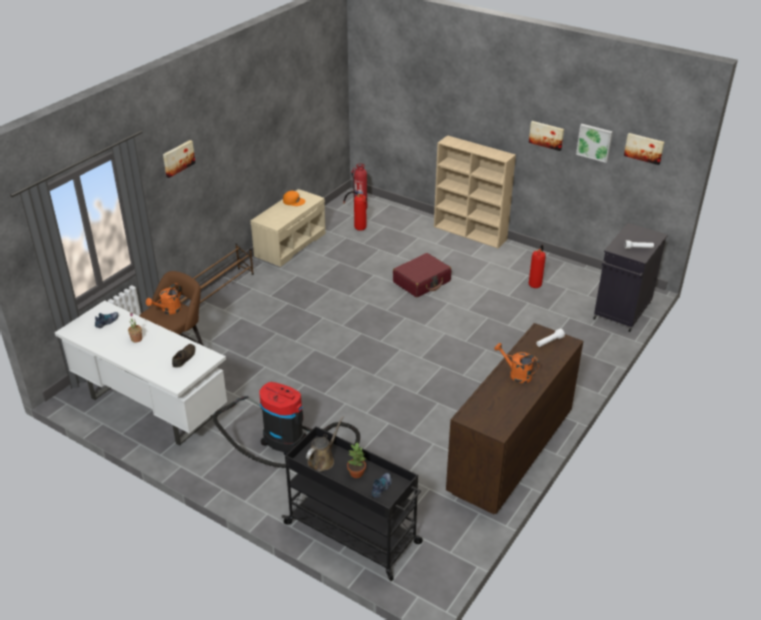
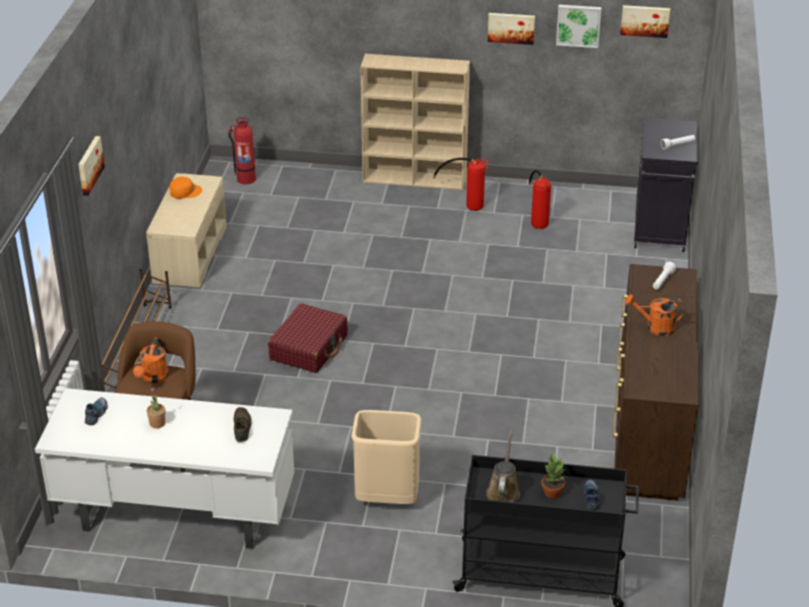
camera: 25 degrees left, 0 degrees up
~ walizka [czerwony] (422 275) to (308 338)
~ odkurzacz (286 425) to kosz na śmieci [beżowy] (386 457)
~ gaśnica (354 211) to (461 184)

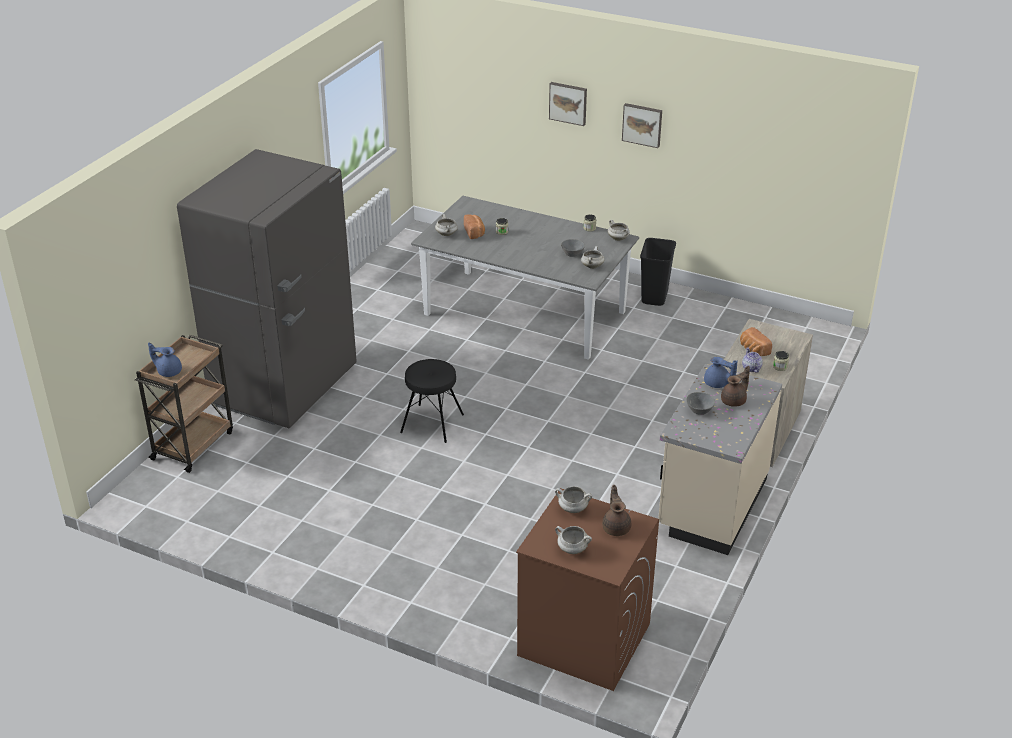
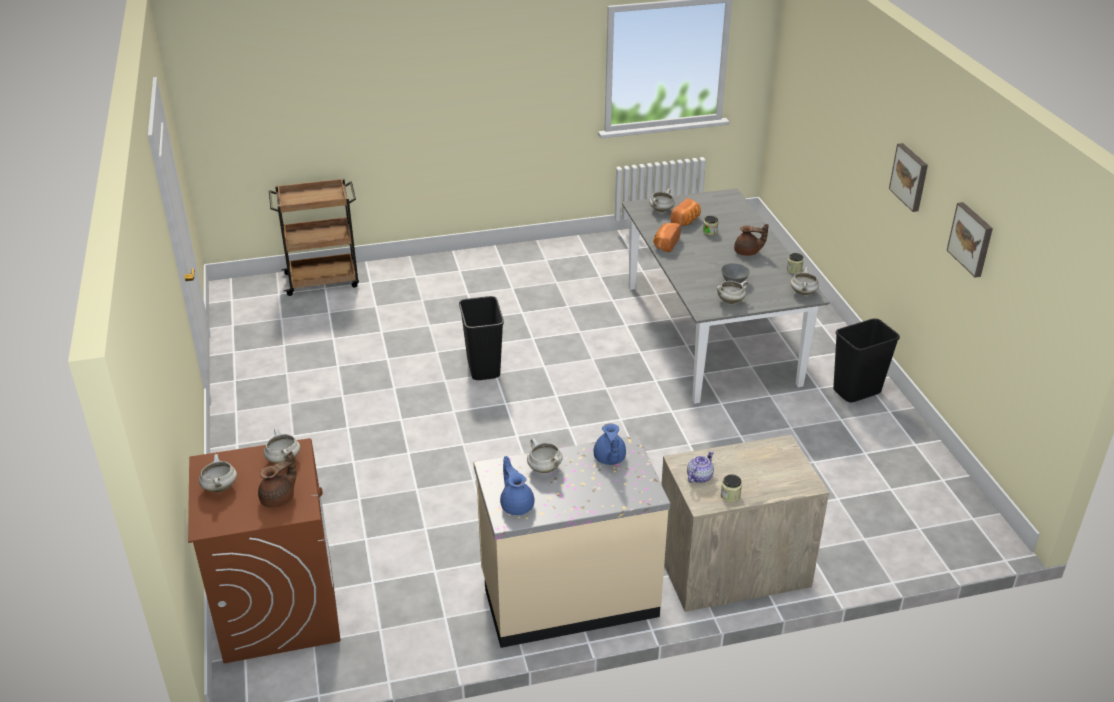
camera: 50 degrees right, 0 degrees up
~ stołek [czarny] (432 401) to kosz na śmieci [czarny] (481 338)
~ imbryk [niebieski] (165 360) to (517 485)
~ miska [szary] (700 403) to garnek [biały] (545 455)
~ chleb (756 341) to (667 237)
~ imbryk [brązowy] (735 386) to (751 240)
~ obraz (568 104) to (970 239)
- lodówka [szary] (267 288)

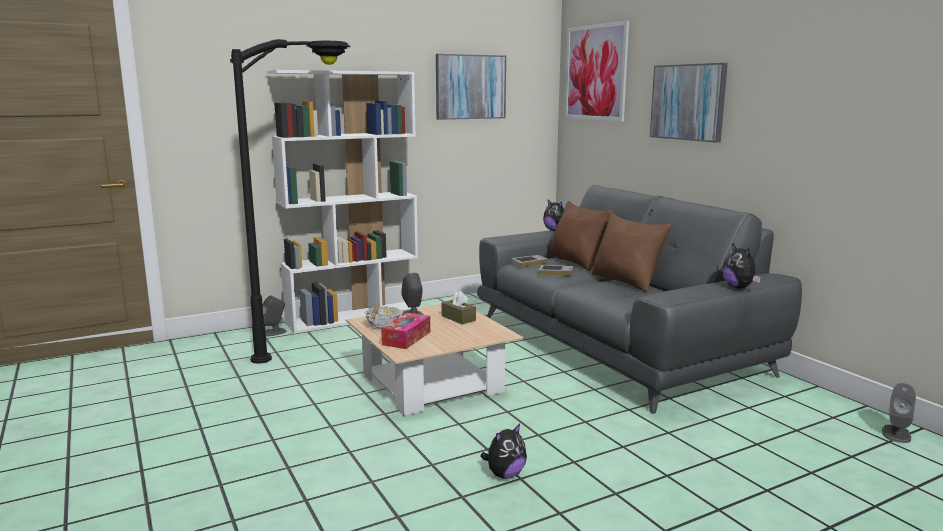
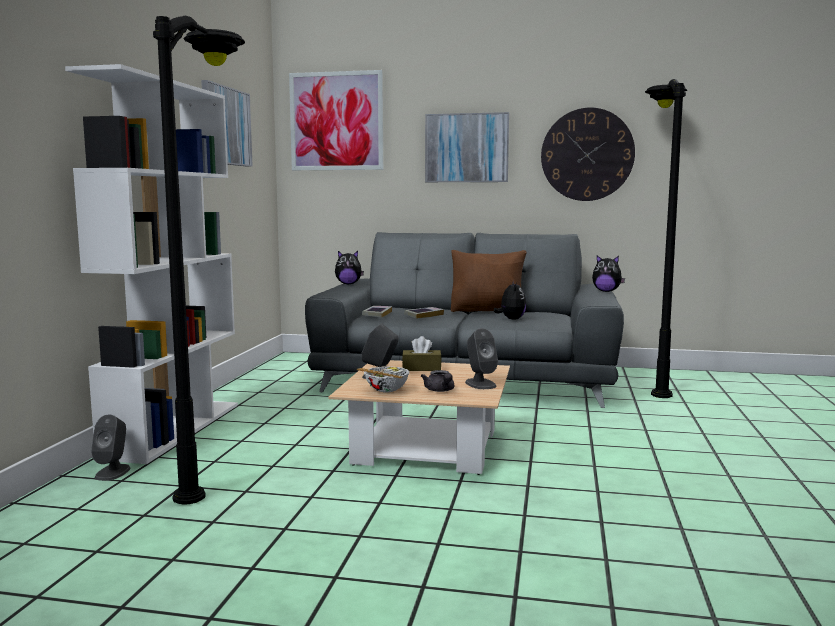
camera: 50 degrees left, 5 degrees down
~ pudełko chusteczek (405 331) to imbryk [szary] (437 381)
~ głośnik [szary] (899 413) to (481 358)
~ pluszak (503 451) to (510 300)
+ zegar ścienny (588 154)
+ lampa stojąca [czarny] (666 238)
- poduszka [brązowy] (581 236)

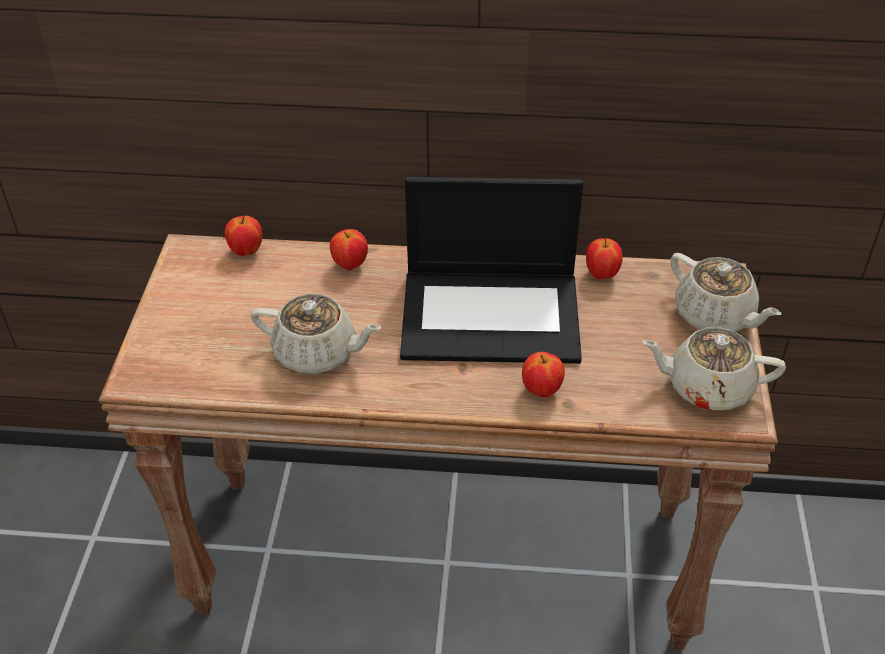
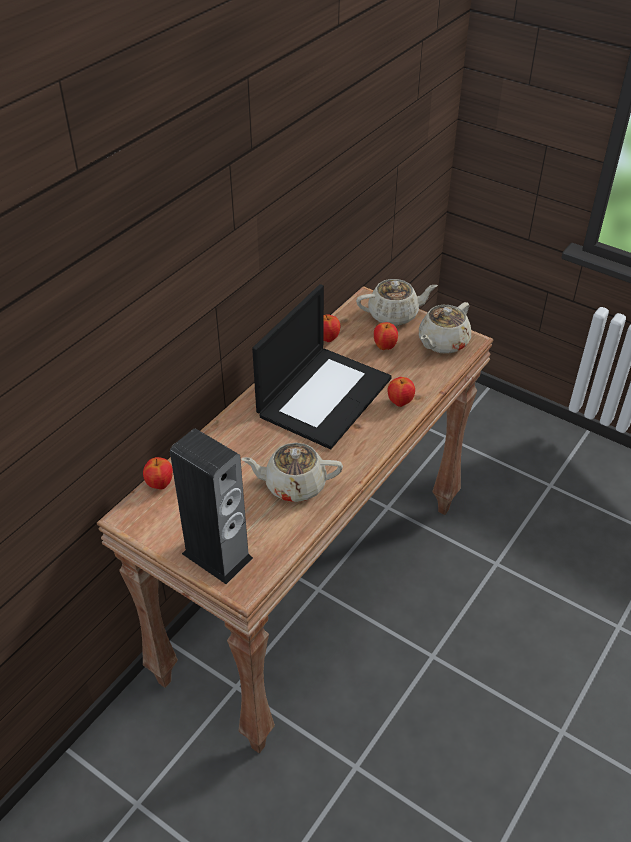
camera: 60 degrees left, 0 degrees up
+ głośnik (211 506)
~ imbryk [beżowy] (316 334) = (292 472) 135 degrees counterclockwise
~ jabłko (349 249) to (386 336)

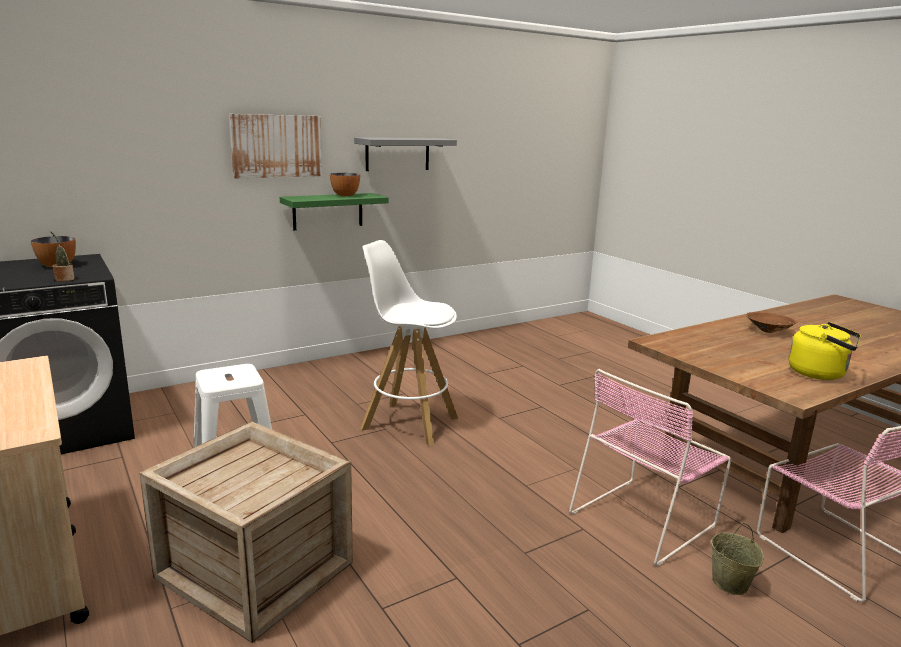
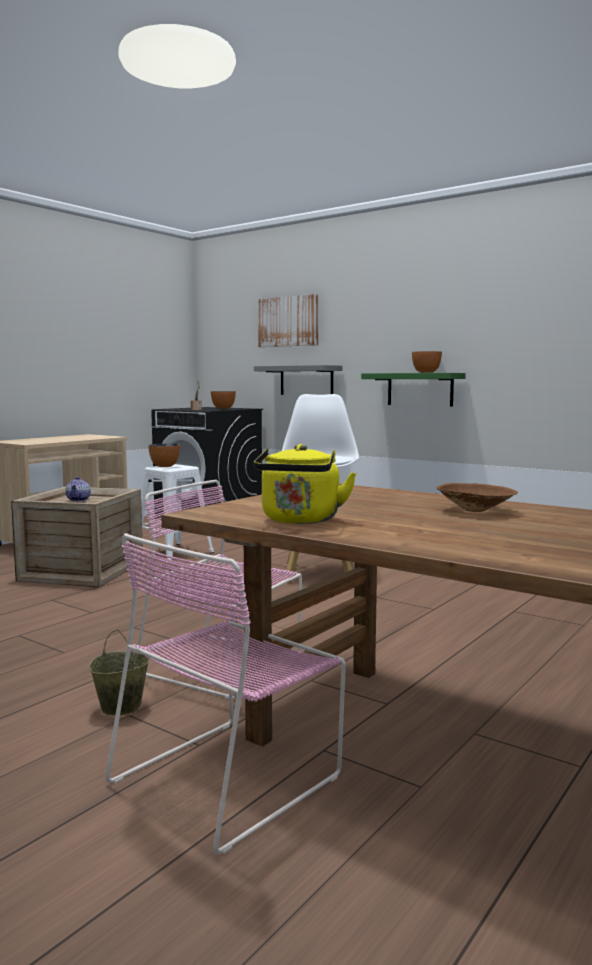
camera: 70 degrees right, 10 degrees down
+ imbryk (78 489)
+ miska (164 455)
~ półka [szary] (405 154) to (298 380)
~ obraz (275 146) to (288 320)

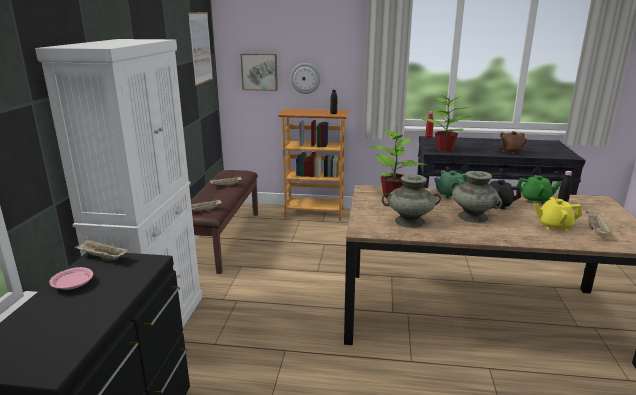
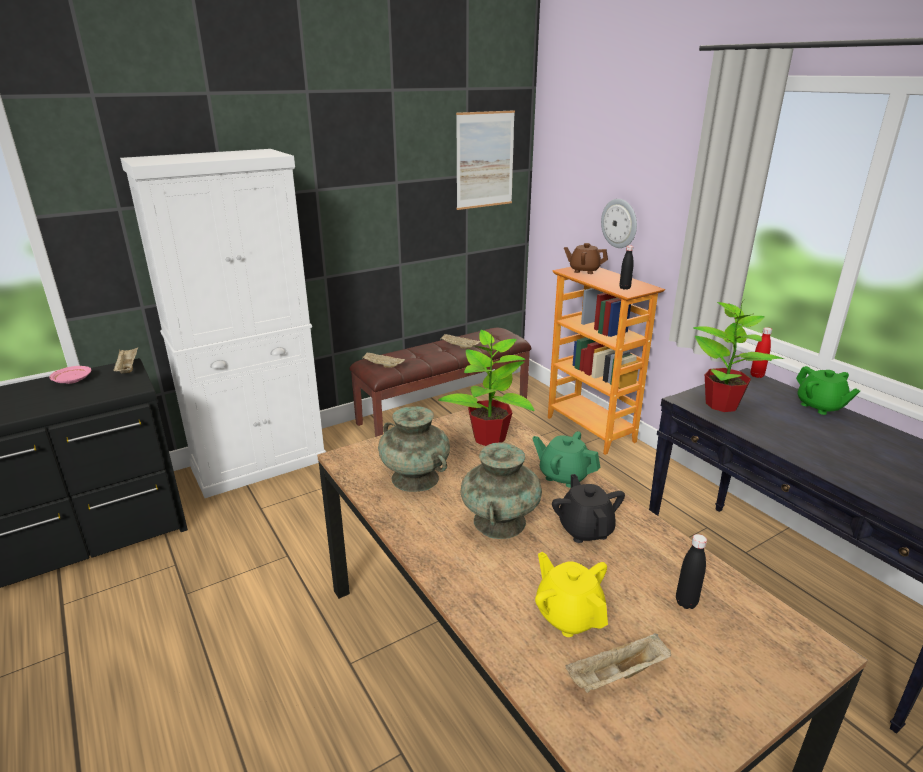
camera: 50 degrees right, 5 degrees up
~ imbryk [brązowy] (513 142) to (586 258)
~ imbryk [zielony] (538 189) to (828 390)
- obraz (259 72)

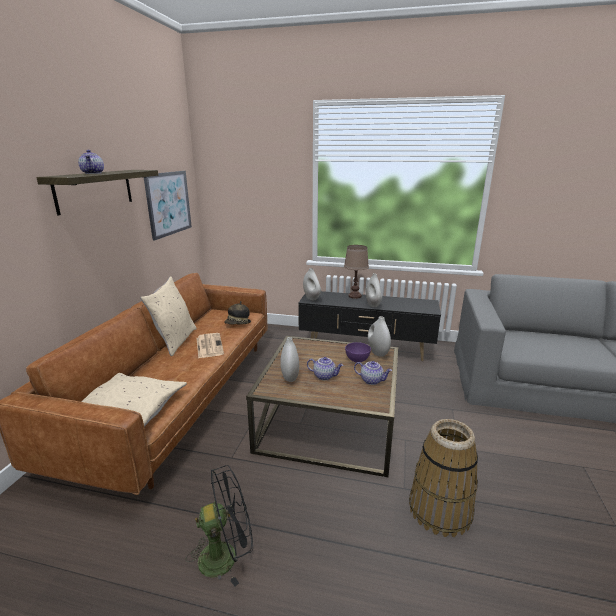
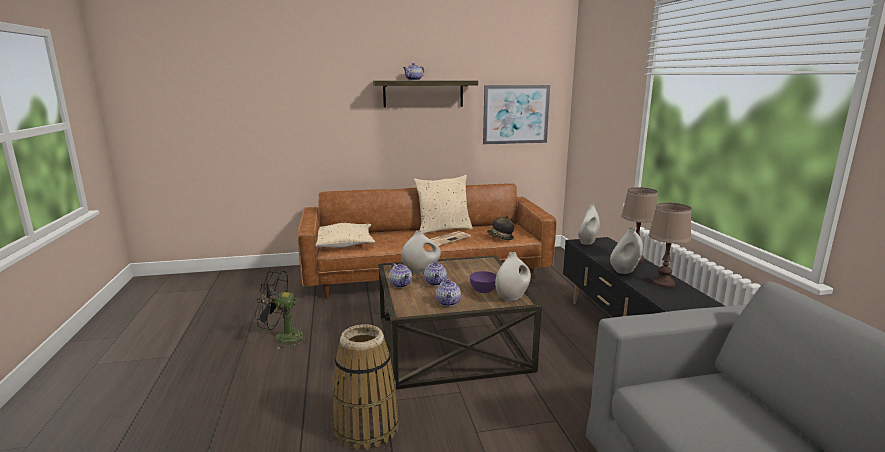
camera: 65 degrees right, 5 degrees down
~ wentylator [czarny] (219 525) = (281 309) 135 degrees clockwise
+ imbryk (400 275)
+ lampa stołowa [brązowy] (669 245)

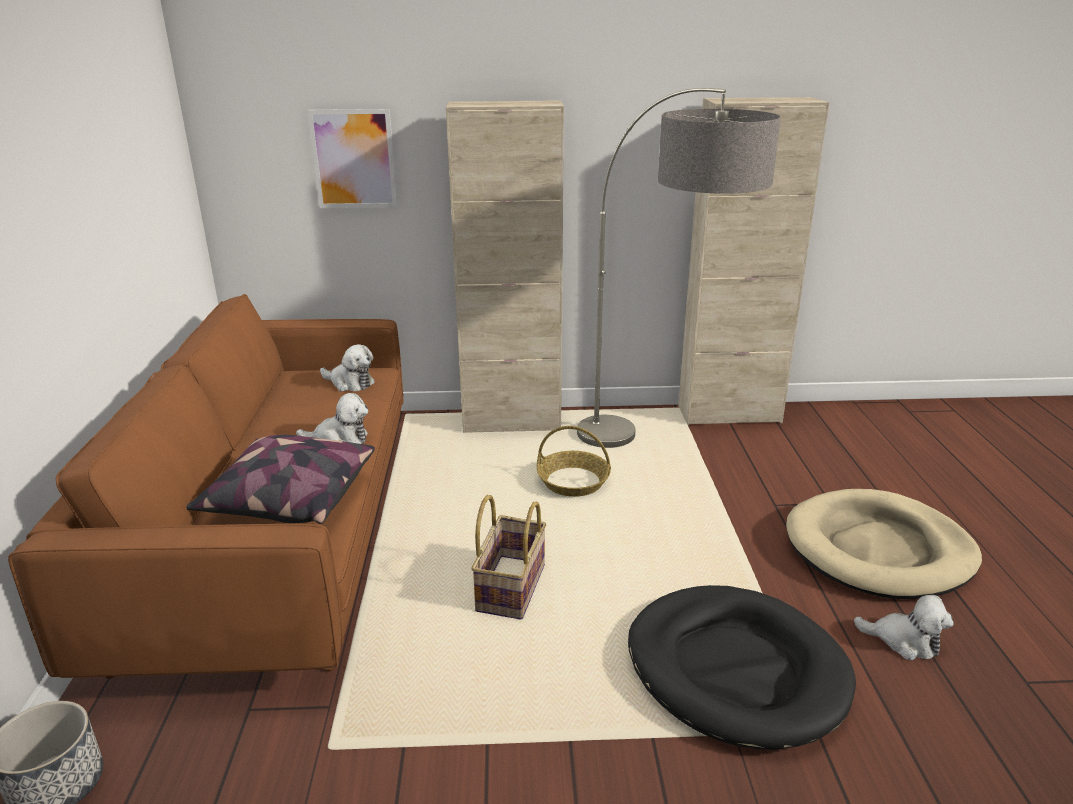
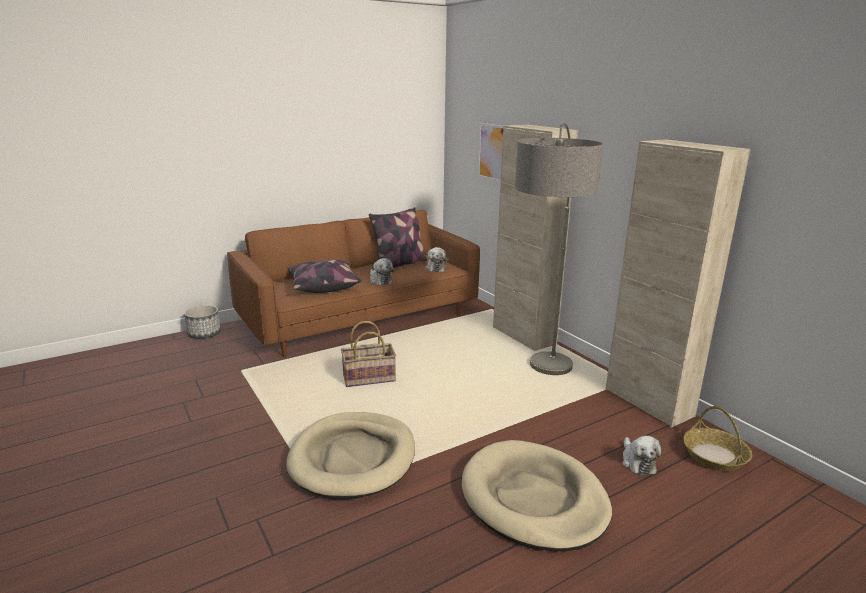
camera: 60 degrees right, 5 degrees down
~ legowisko [czarny] (742 667) to legowisko [beżowy] (350 456)
+ poduszka (398 237)
~ pluszak (904 627) to (642 455)
~ koszyk (574 461) to (717 438)

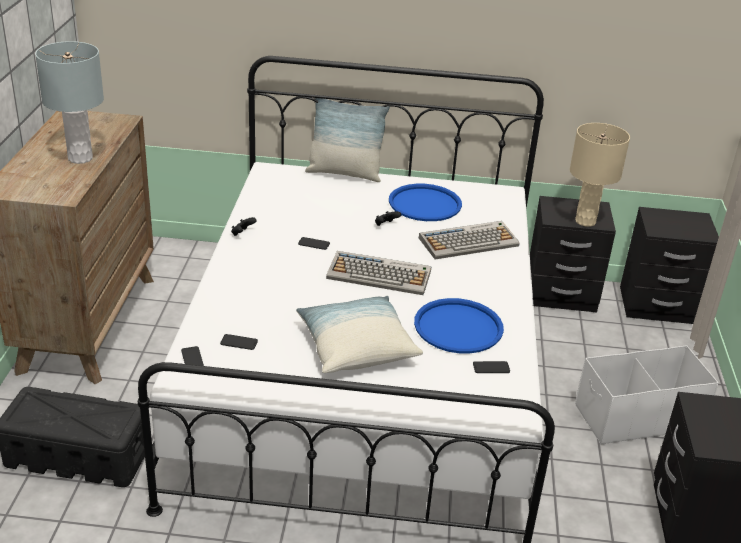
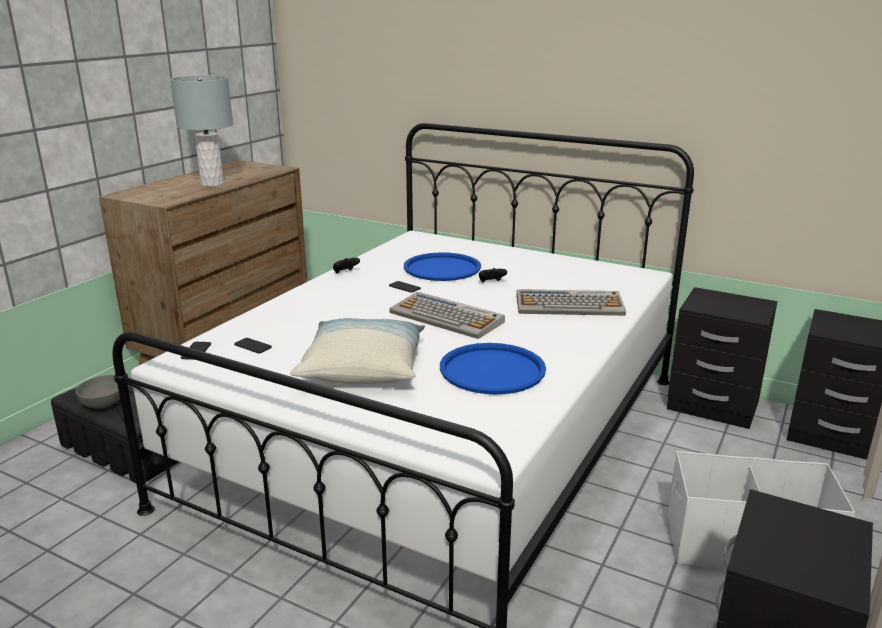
camera: 25 degrees right, 10 degrees down
+ miska [szary] (98 392)
~ taca [niebieski] (425 202) to (442 266)
- poduszka (347 140)
- telefon (491 367)
- lampa stołowa [beżowy] (600 175)

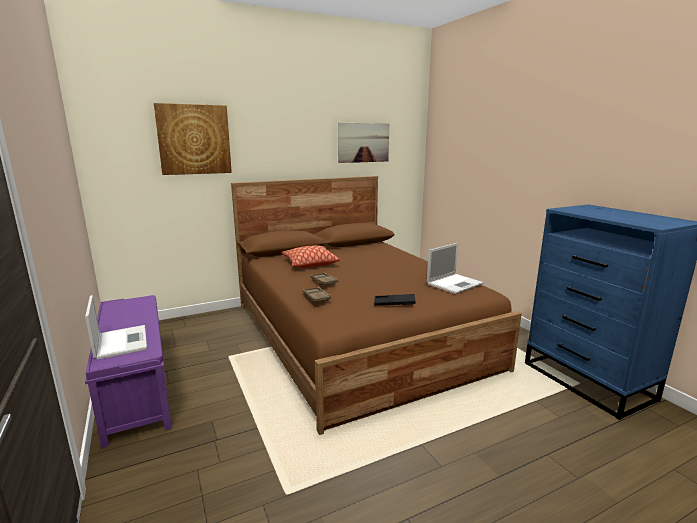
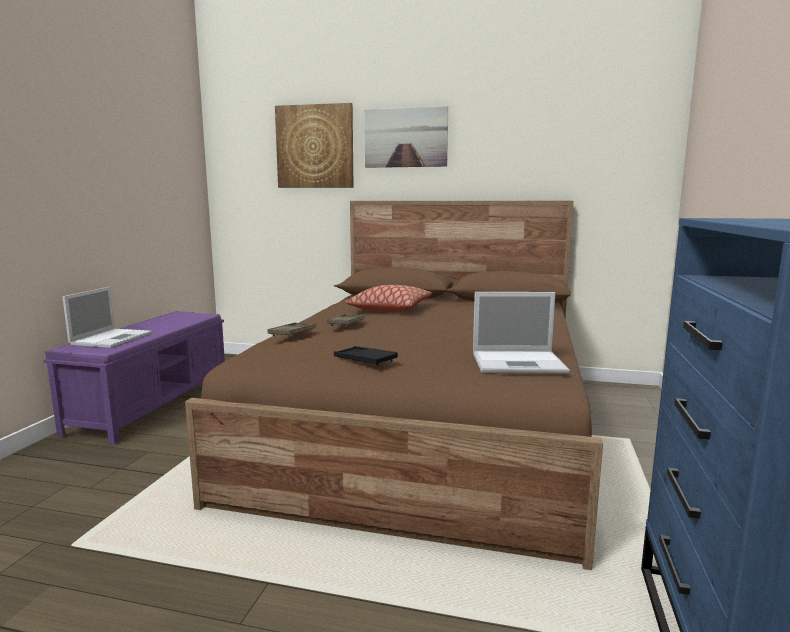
camera: 40 degrees right, 5 degrees down
~ obraz (363 143) to (406 137)

